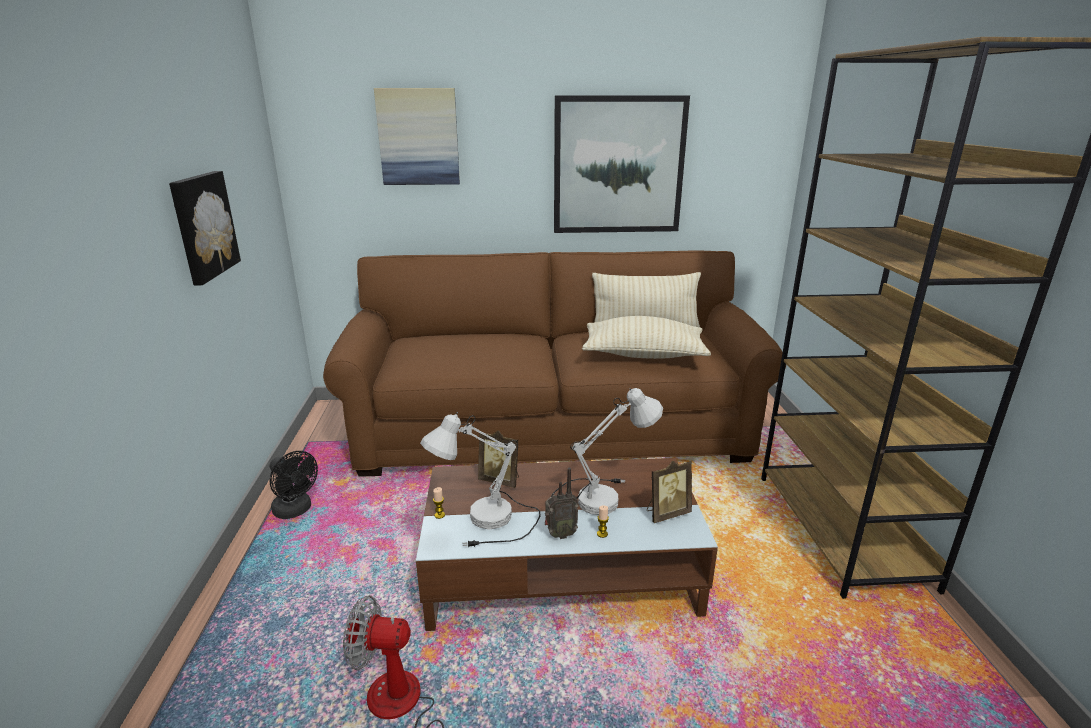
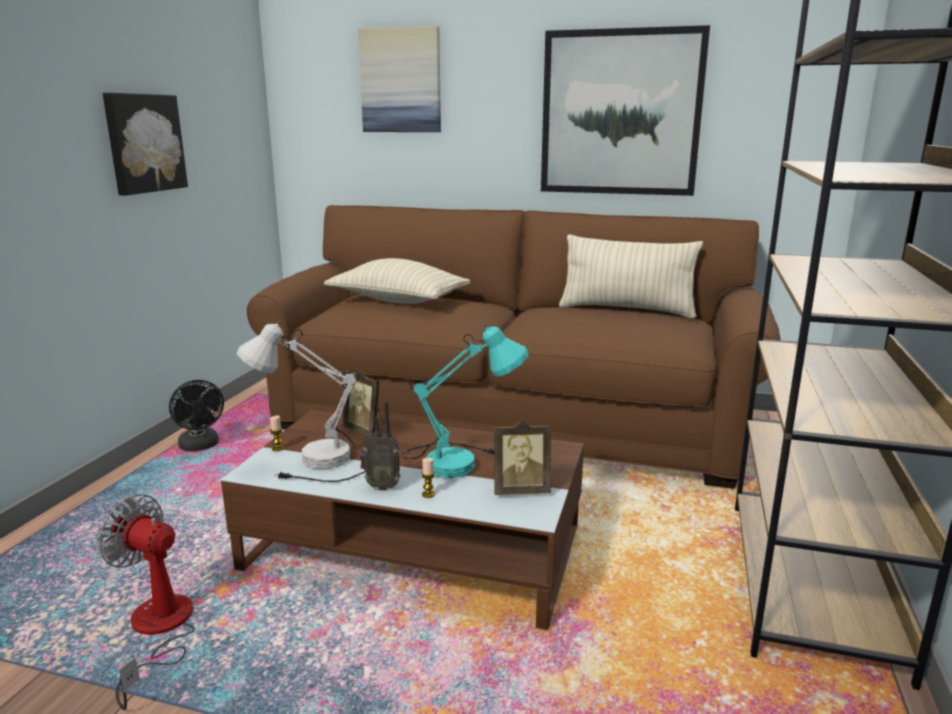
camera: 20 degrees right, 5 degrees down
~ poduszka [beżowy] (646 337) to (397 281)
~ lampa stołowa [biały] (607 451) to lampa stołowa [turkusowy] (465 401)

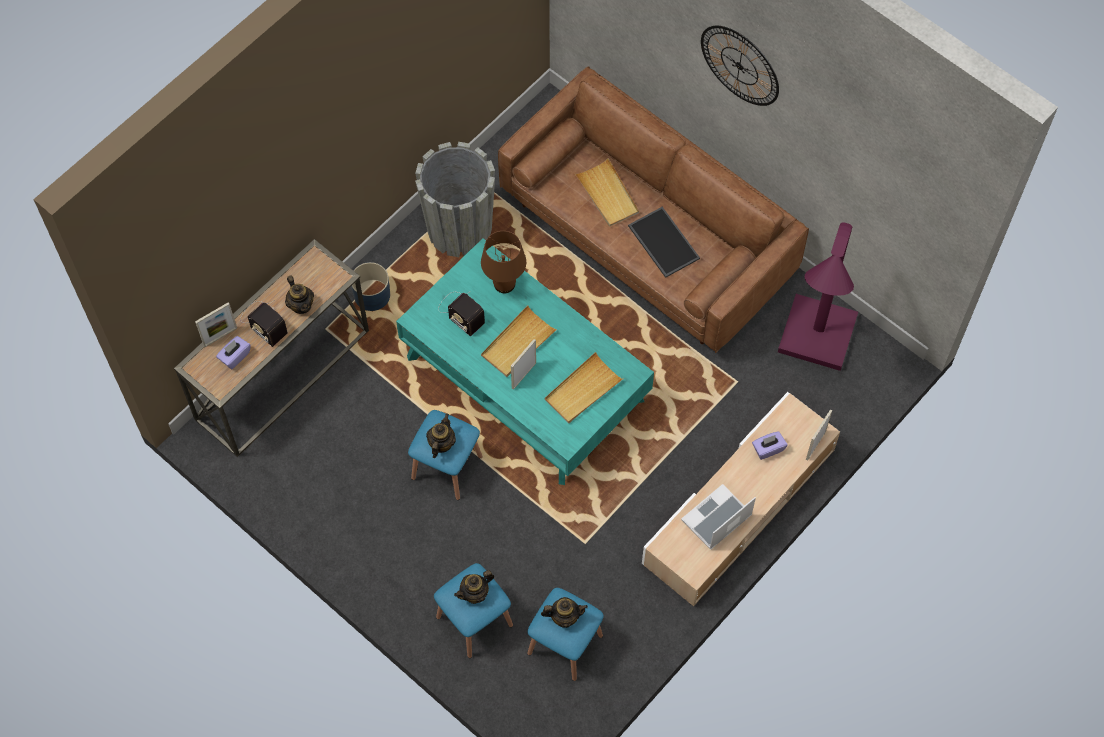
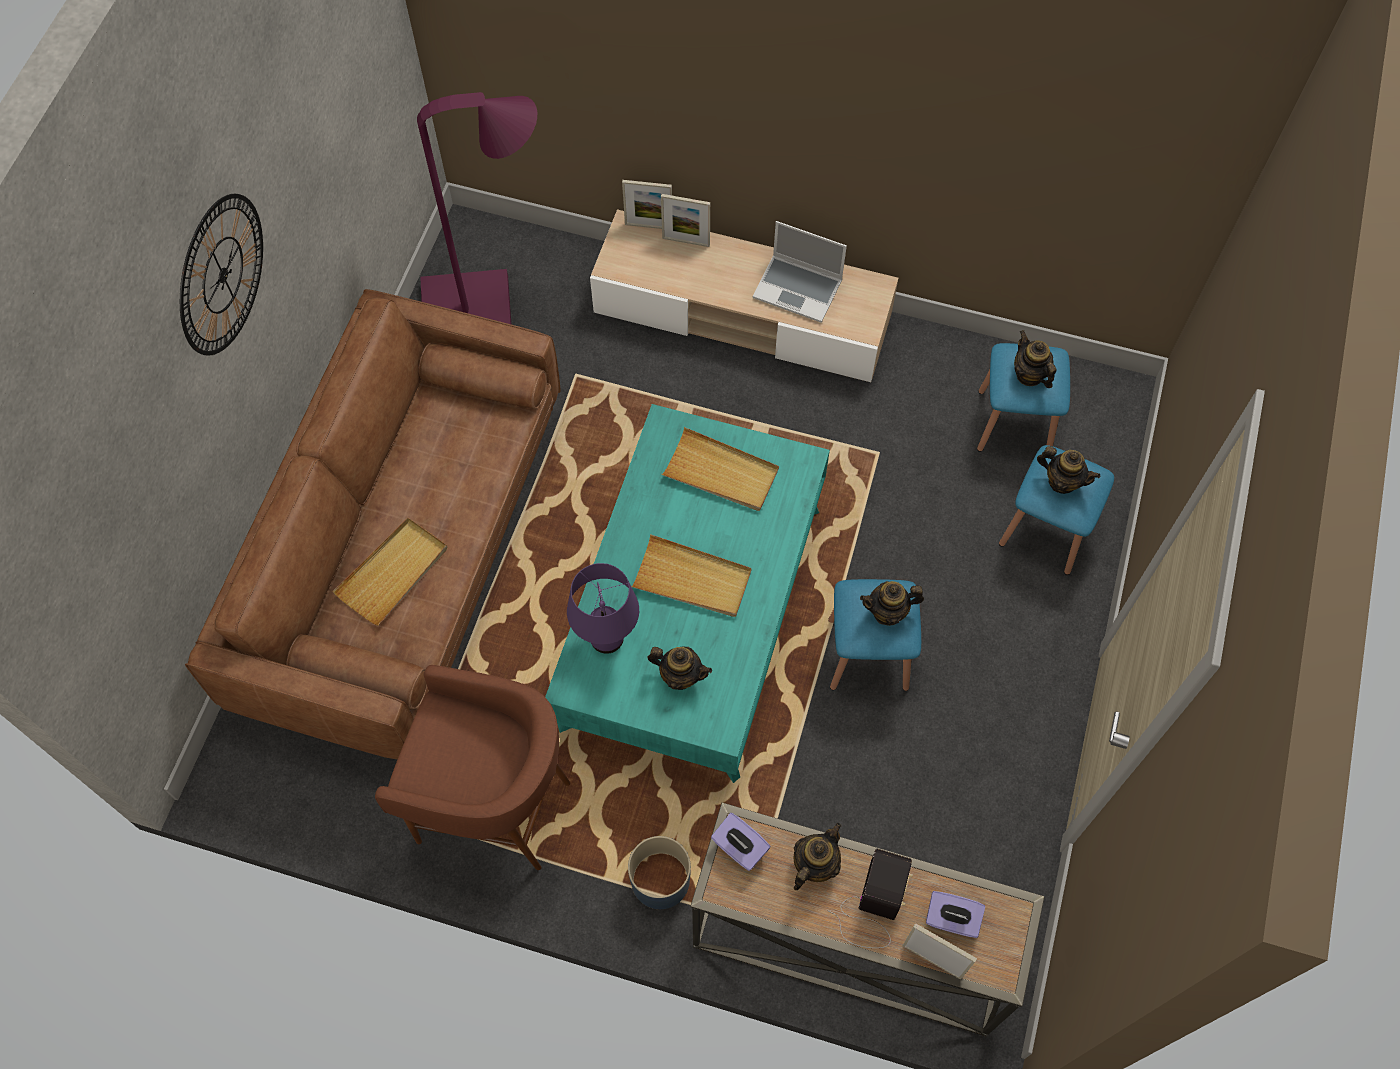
camera: 115 degrees left, 0 degrees up
~ donica [szary] (455 199) to stołek [brązowy] (472 767)
~ lampa stołowa [brązowy] (503 262) to lampa stołowa [fioletowy] (603 608)
~ radio (461 313) to imbryk (679 668)
~ ramka na zdjęcie (523 364) to (685 220)
~ pudełko chusteczek [fioletowy] (769 445) to (740 842)
- taca (664 242)

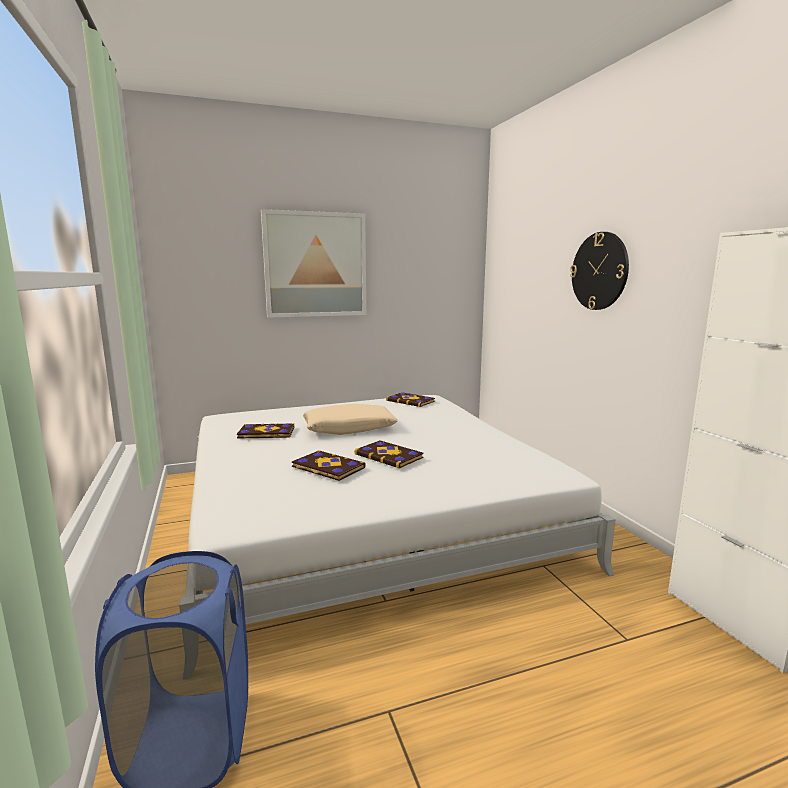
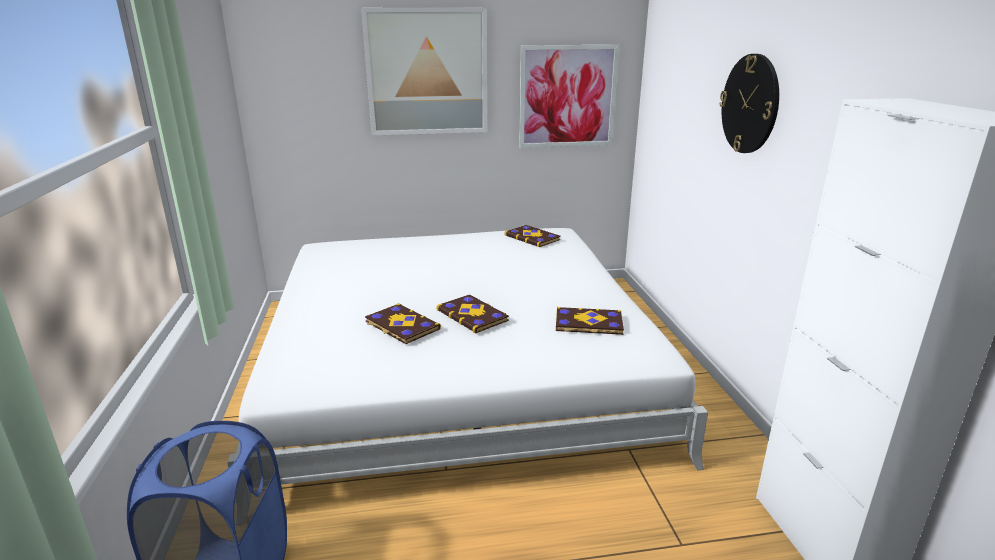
camera: 10 degrees right, 10 degrees up
+ obraz (569 96)
~ książka (265 431) to (590 321)
- poduszka [beżowy] (350 419)

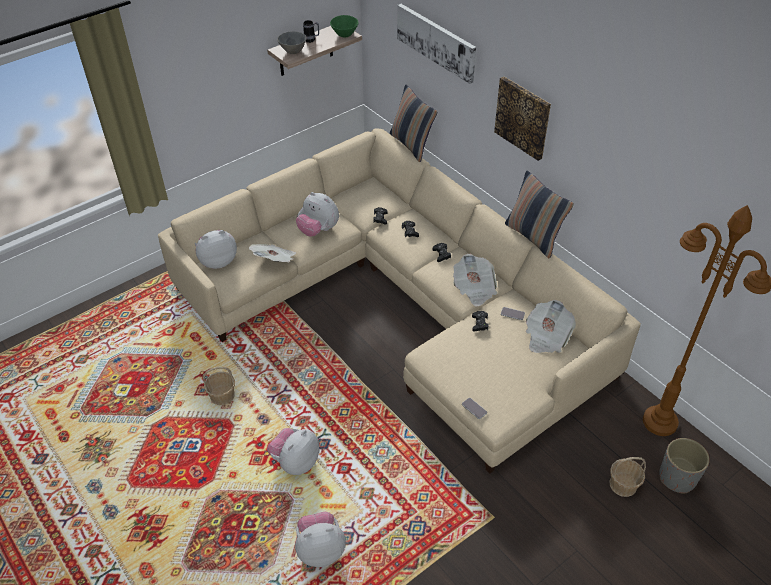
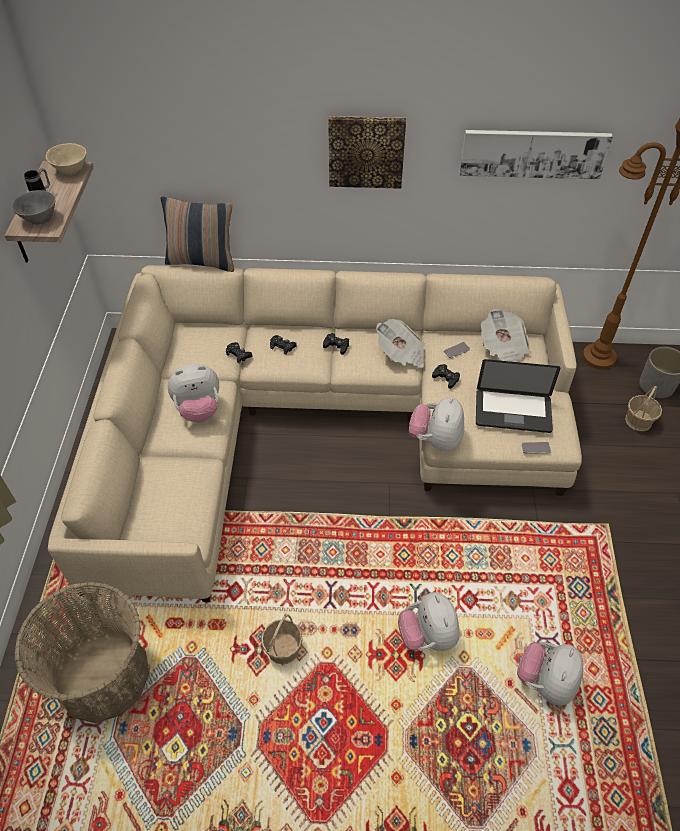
camera: 50 degrees left, 5 degrees up
+ koszyk (81 652)
~ miska [zielony] (344 26) to miska [beżowy] (66 159)
~ pluszak (216 249) to (436 424)
~ obraz (436 44) to (536 154)
+ laptop (518 396)
- gazeta (272 253)
- poduszka (539 214)

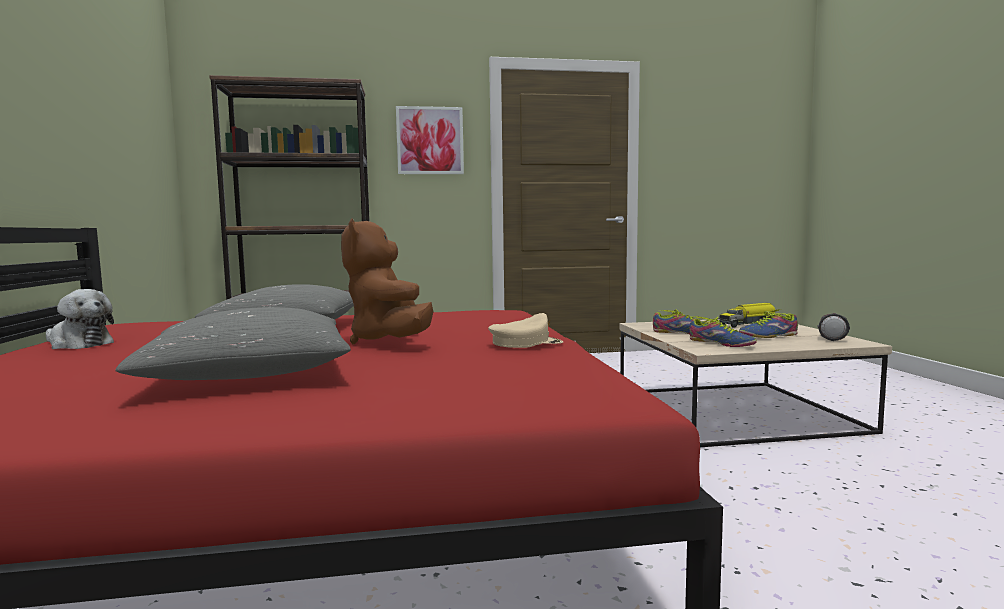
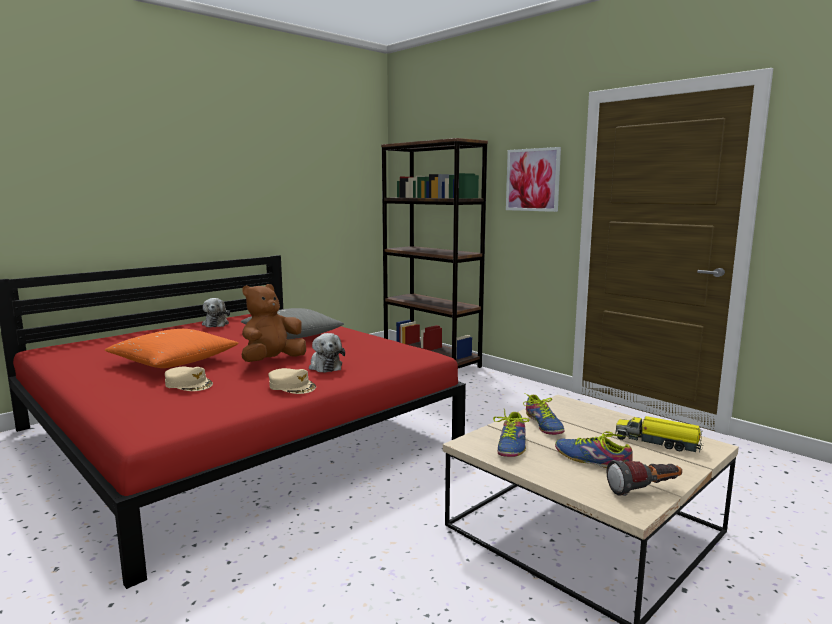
camera: 55 degrees right, 5 degrees up
~ poduszka [szary] (233 343) to poduszka [pomarańczowy] (172 348)
+ czapka z daszkiem [beżowy] (189 378)
+ pluszak (327 353)

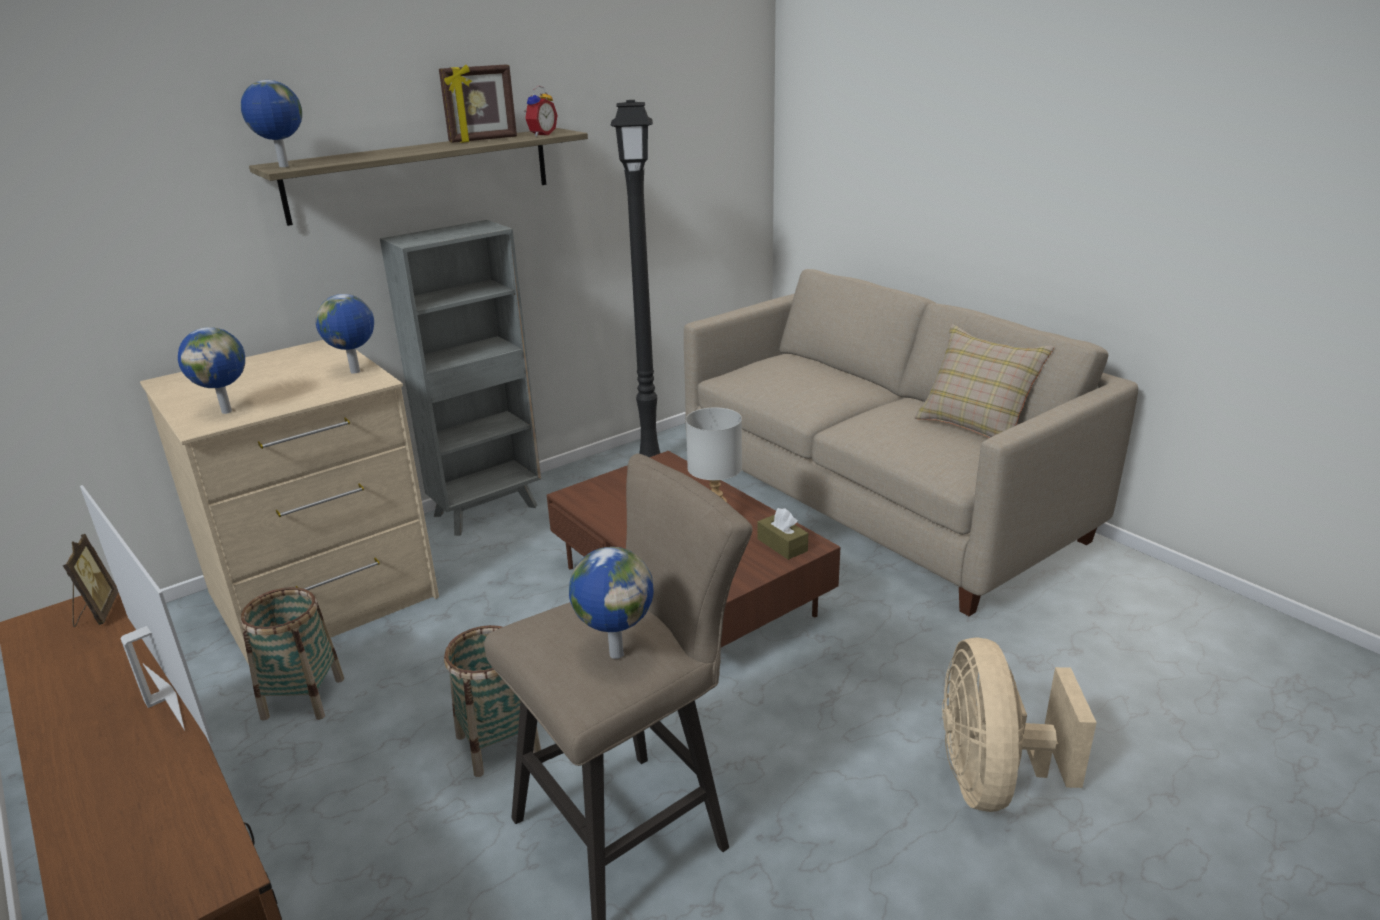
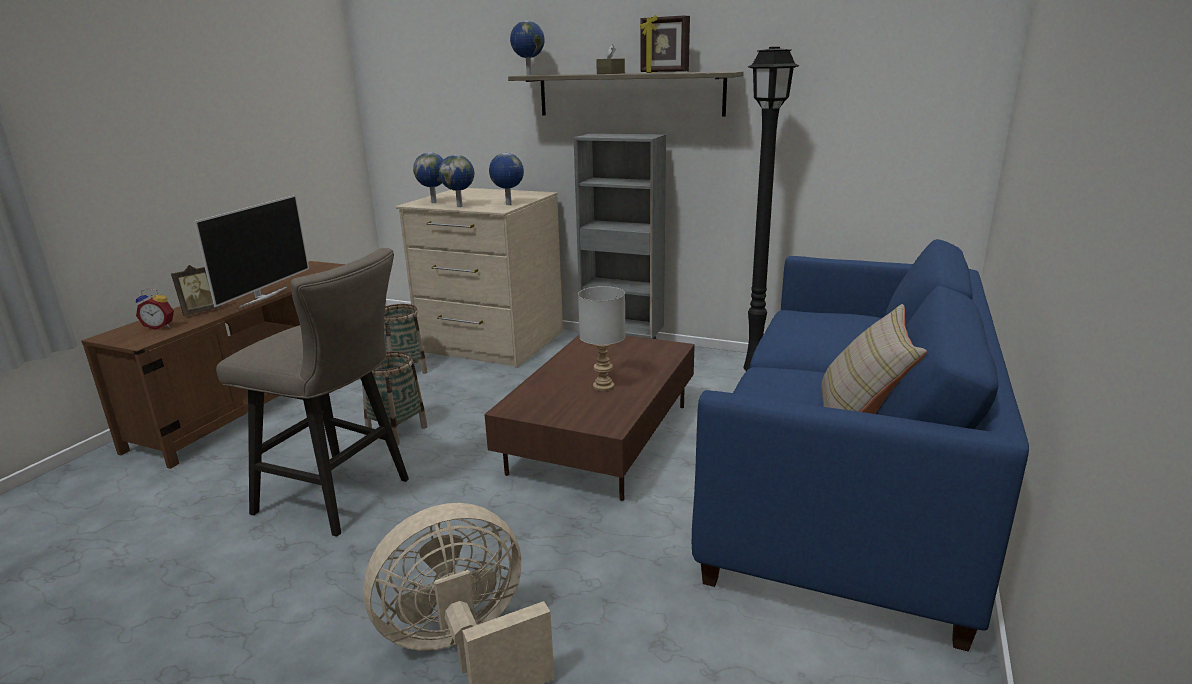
camera: 60 degrees right, 5 degrees down
~ budzik (540 111) to (155 309)
~ ramka na zdjęcie (90 580) to (196 290)
~ globus (611 603) to (456 181)
~ pudełko chusteczek [brązowy] (782 534) to (610 59)
~ kanapa [beżowy] (911 442) to kanapa [niebieski] (860 445)

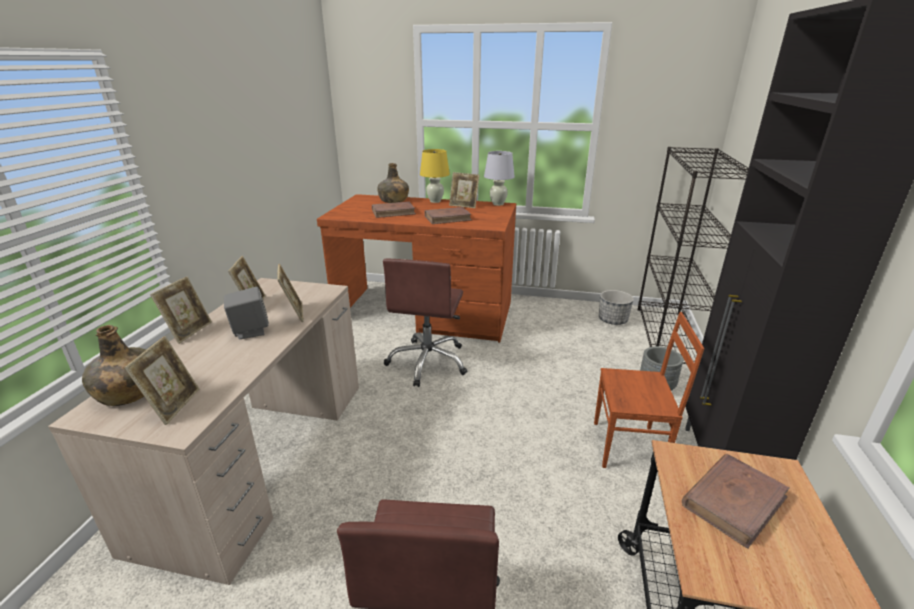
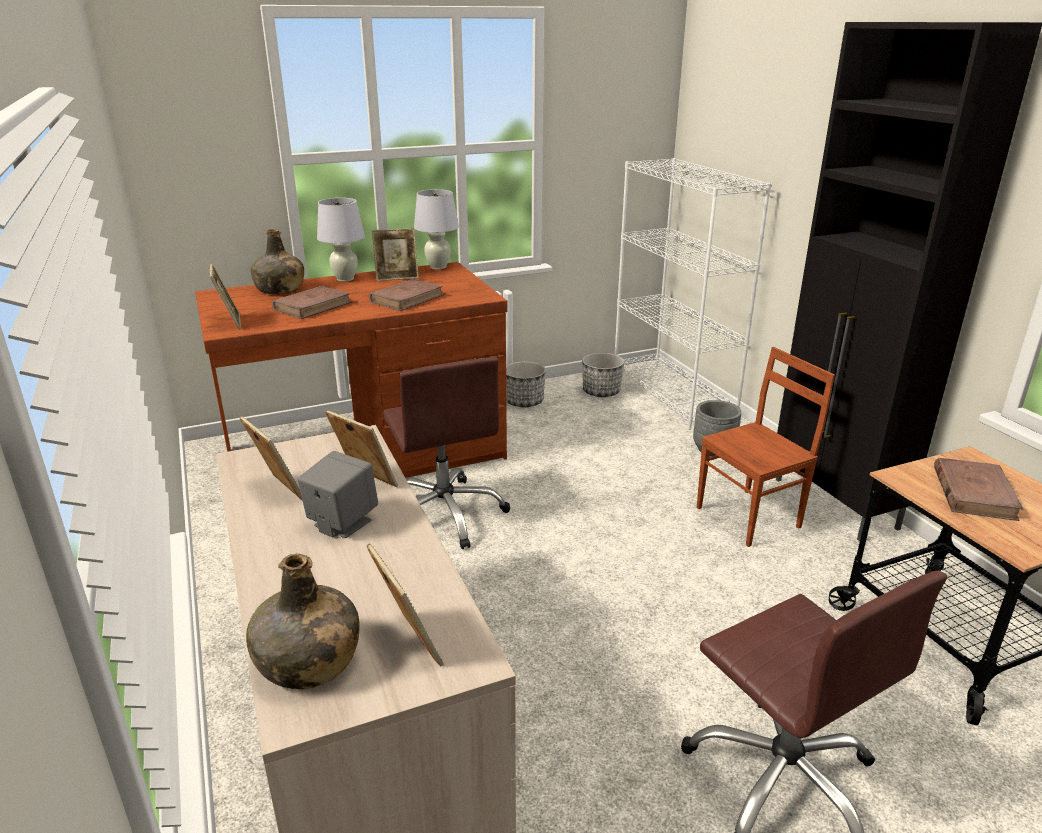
camera: 35 degrees left, 0 degrees up
~ ramka na zdjęcie (181 310) to (225 296)
~ lampa stołowa [żółty] (435 176) to lampa stołowa [biały] (341 240)
+ donica (526 384)
~ regał [czarny] (693 255) to regał [biały] (693 294)

